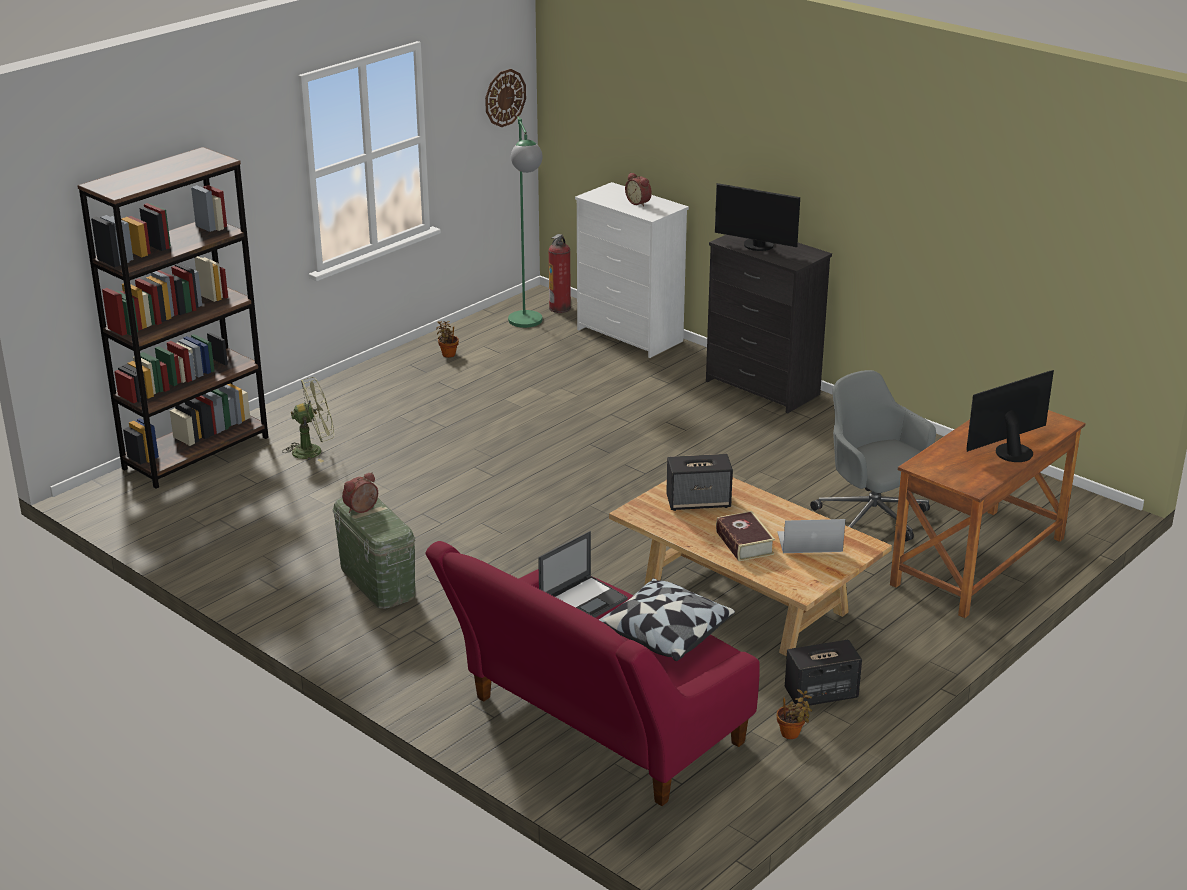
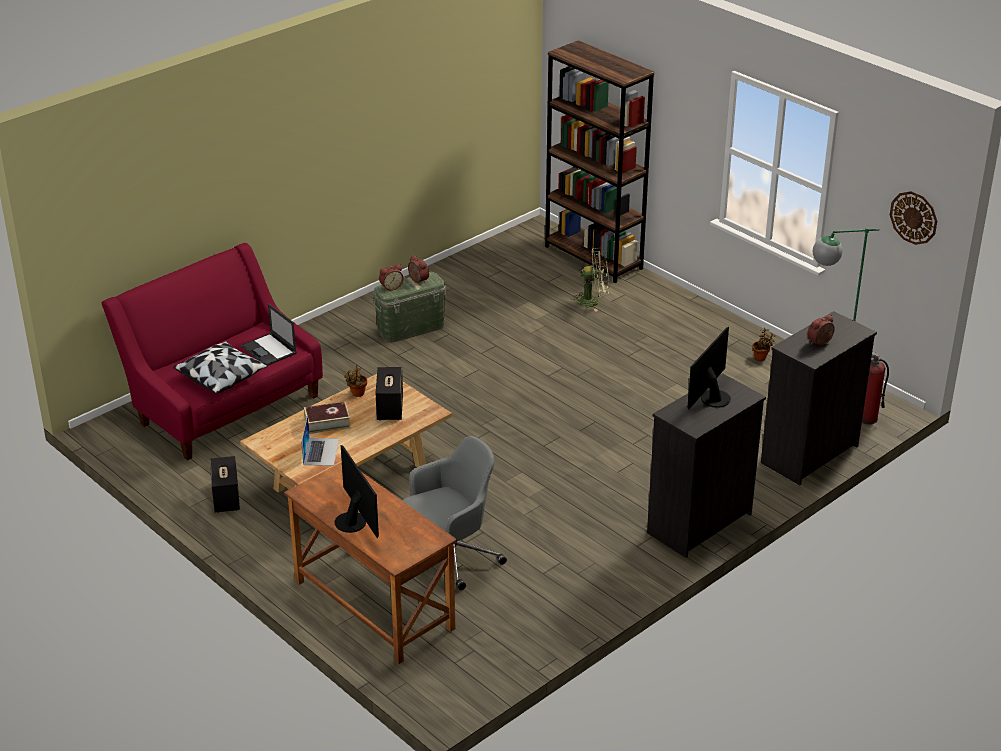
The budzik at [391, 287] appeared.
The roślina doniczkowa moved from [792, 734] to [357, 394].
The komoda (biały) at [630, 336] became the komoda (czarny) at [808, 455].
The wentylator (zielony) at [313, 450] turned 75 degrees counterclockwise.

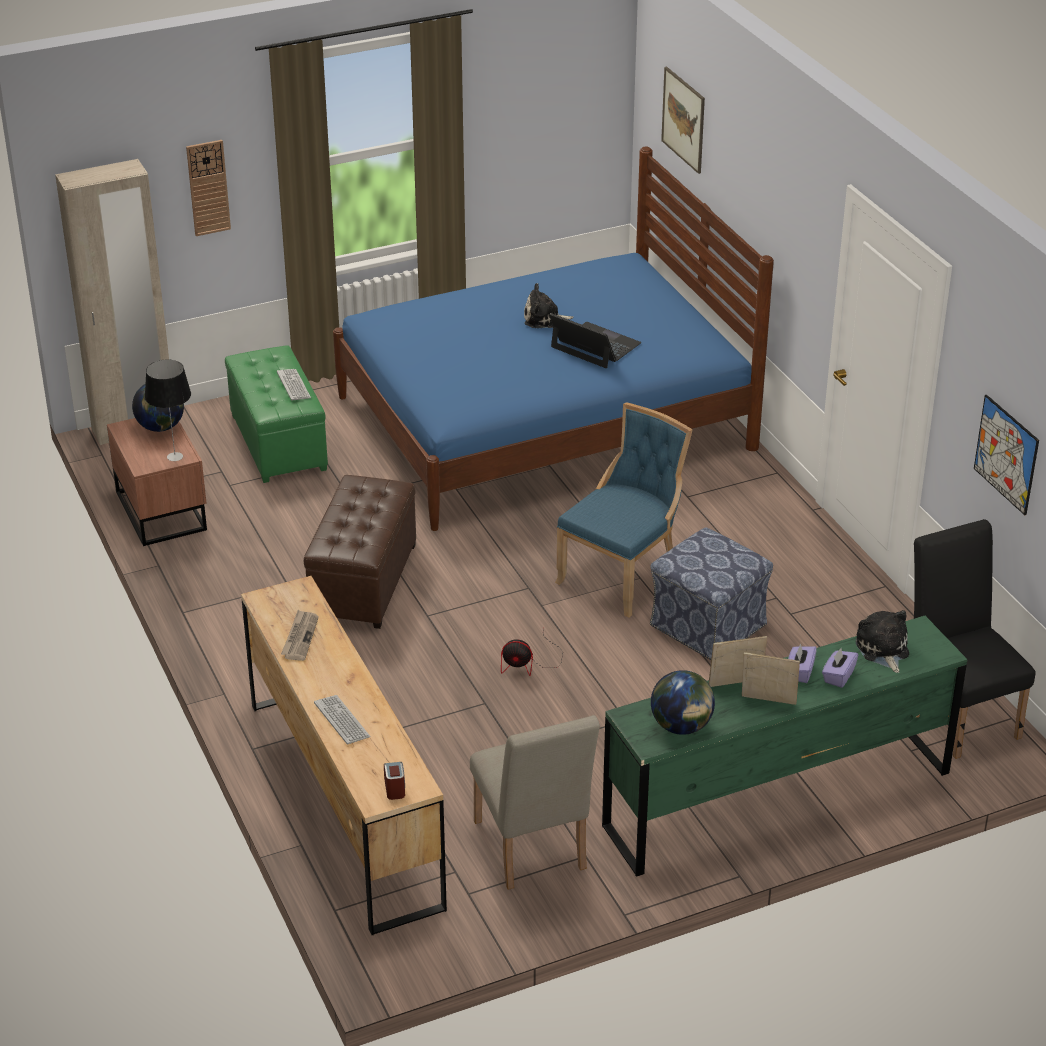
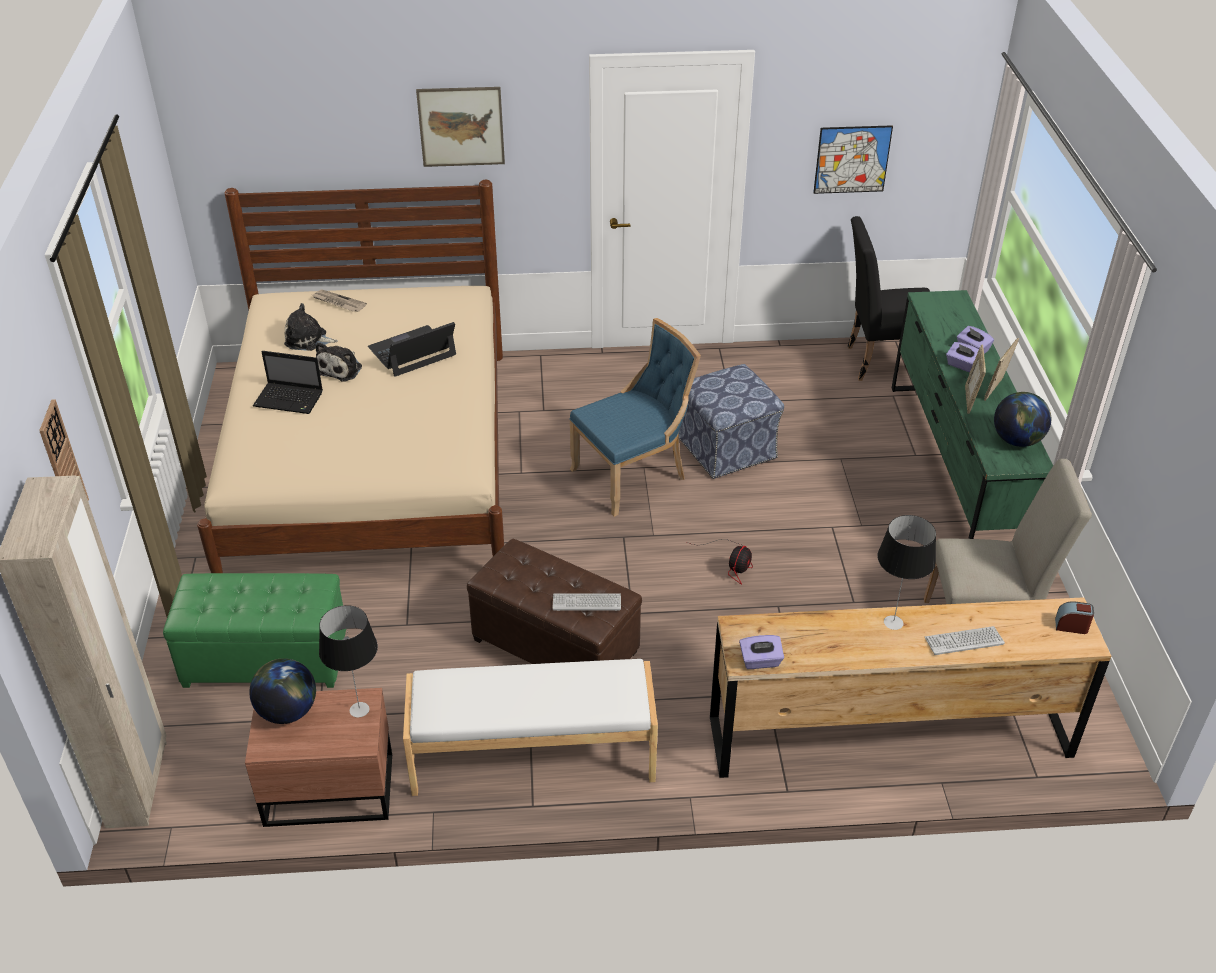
The laptop at [290, 399] appeared.
The ławka (biały) at [533, 757] appeared.
The pudełko chusteczek (fioletowy) at [760, 661] appeared.
The lampa stołowa at [893, 623] appeared.
The klawiatura moved from [293, 385] to [586, 602].
The gazeta moved from [300, 637] to [338, 302].
The obraz moved from [683, 119] to [461, 126].
The pluszak moved from [882, 650] to [308, 340].
The łóżko (niebieski) at [543, 423] became the łóżko (beżowy) at [372, 462].
The krzesło (niebieski) at [623, 574] turned 90 degrees clockwise.

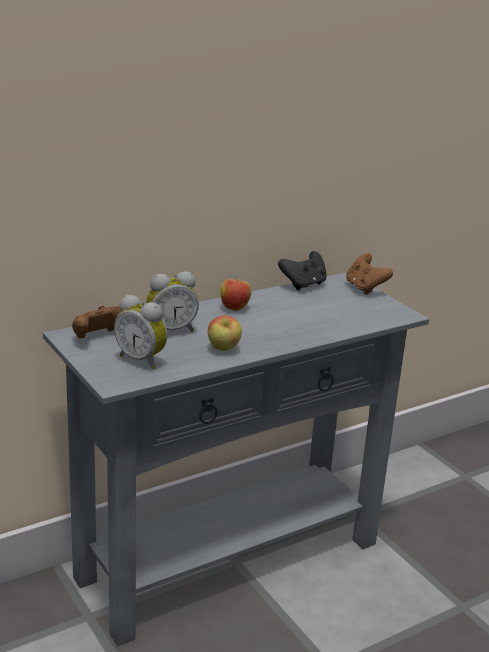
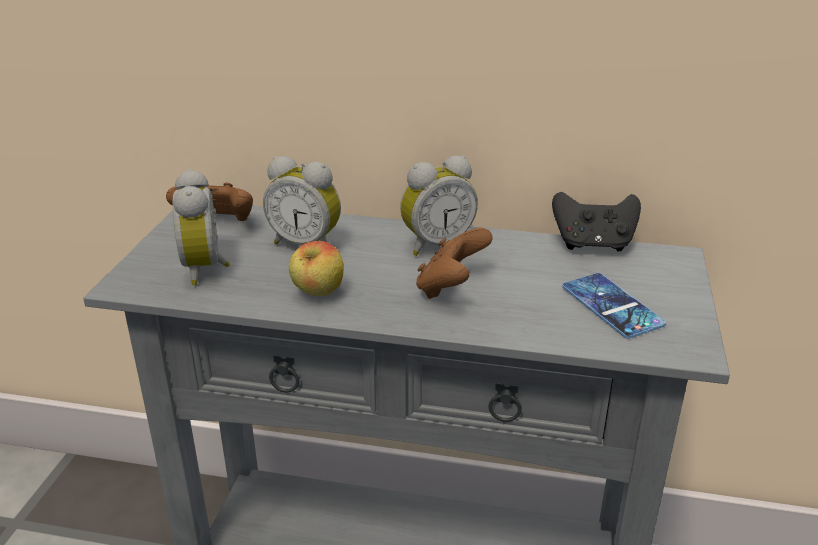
The telefon at [612, 306] appeared.
The pad do gier (brązowy) moved from [365, 288] to [451, 288].
The jabłko at [234, 308] was replaced by the budzik at [436, 244].

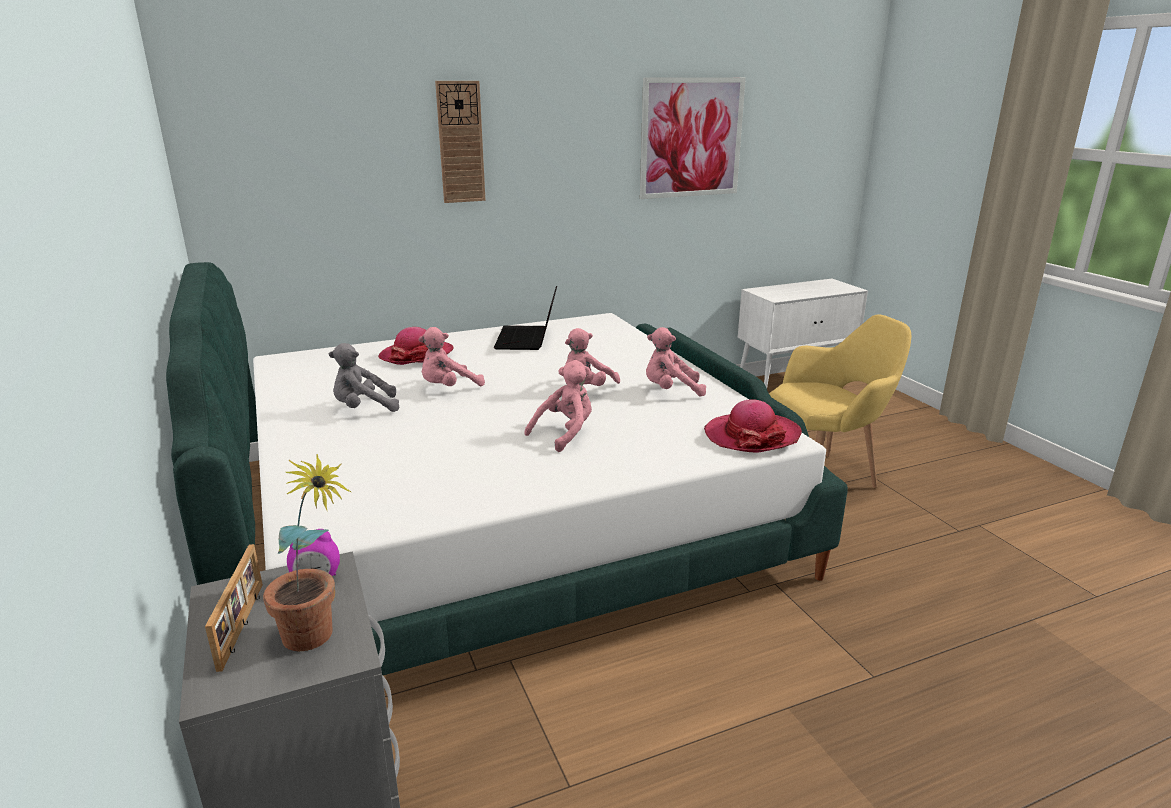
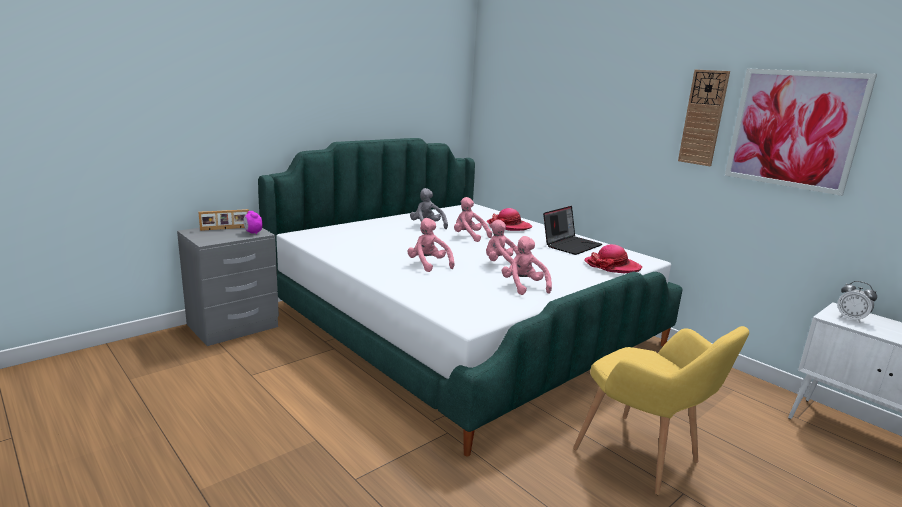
The roślina doniczkowa at [318, 640] disappeared.
The budzik at [851, 319] appeared.
The zegar ścienny moved from [460, 142] to [703, 118].
The kapelusz moved from [752, 435] to [612, 266].
The laptop at [528, 339] turned 150 degrees clockwise.
The pluszak (różowy) at [565, 434] turned 150 degrees counterclockwise.

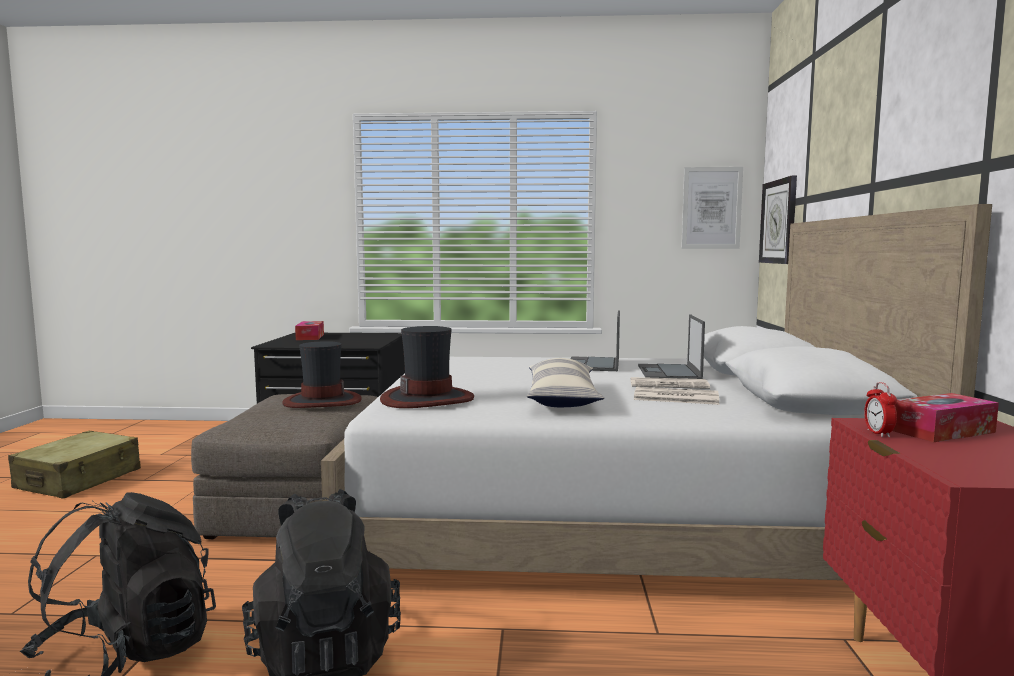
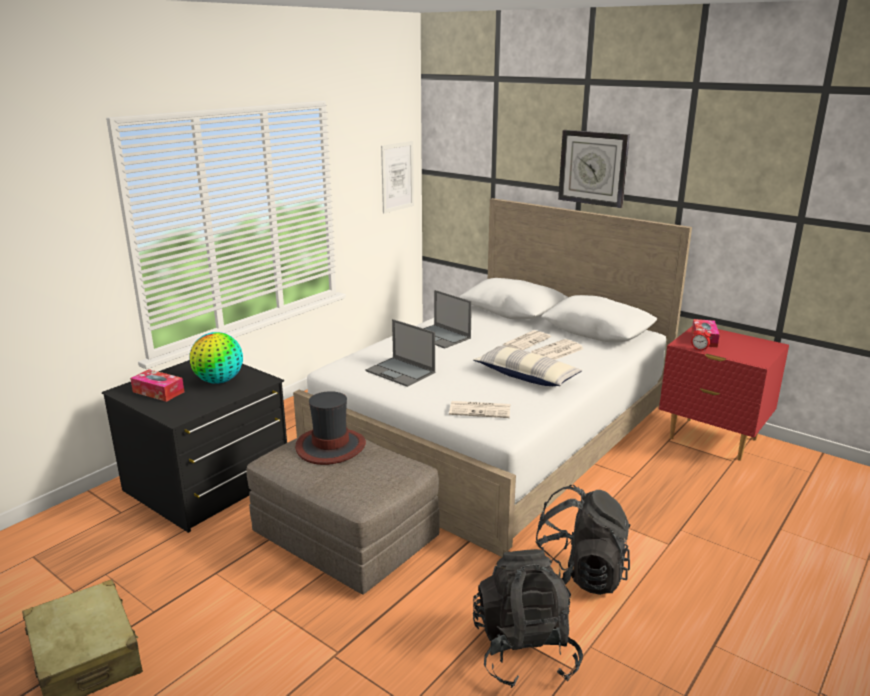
The globus at [219, 381] appeared.
The laptop moved from [669, 372] to [401, 372].
The zegar ścienny moved from [779, 222] to [593, 168].
The kapelusz at [428, 399] was replaced by the gazeta at [481, 410].

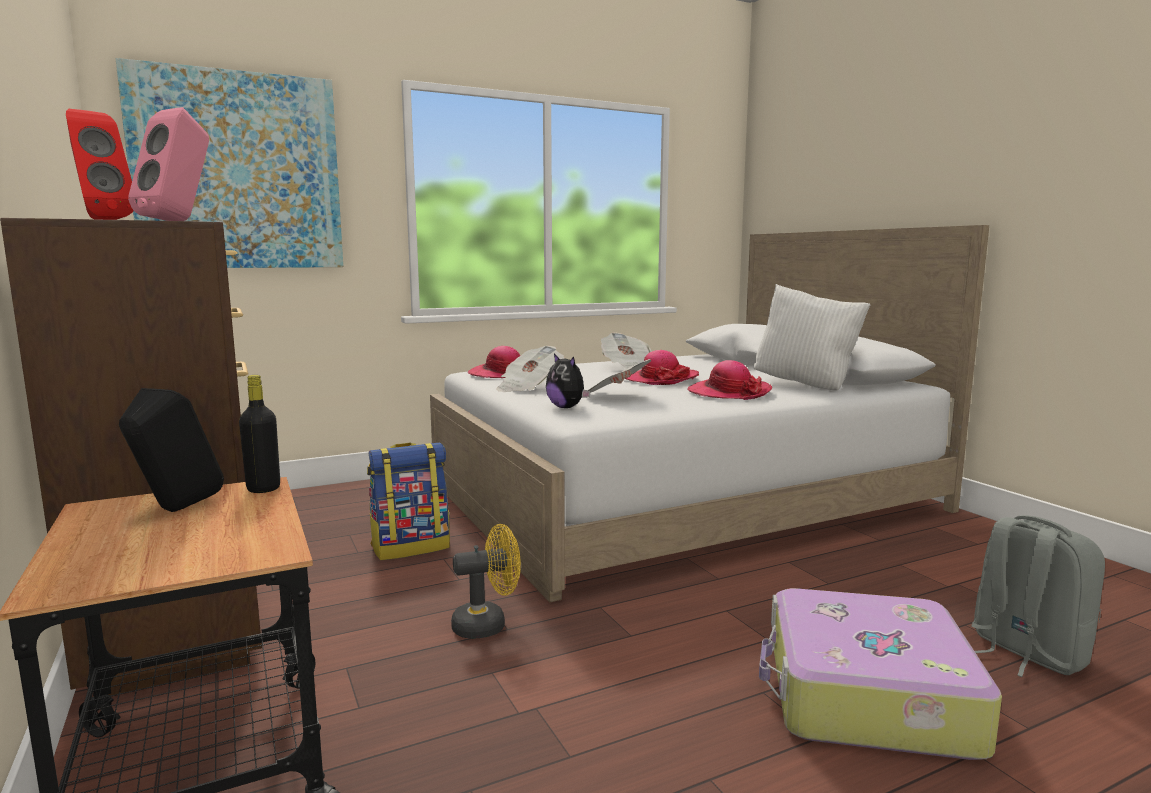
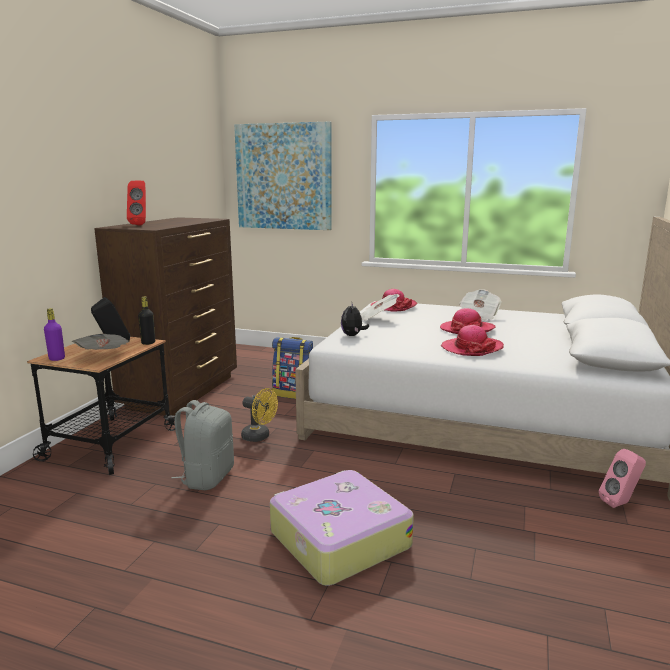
The poduszka (biały) at [806, 385] disappeared.
The butelka (fioletowy) at [57, 359] appeared.
The głośnik (różowy) moved from [179, 222] to [620, 503].
The gazeta moved from [615, 397] to [104, 356].
The plecak (szary) moved from [1025, 652] to [207, 477].

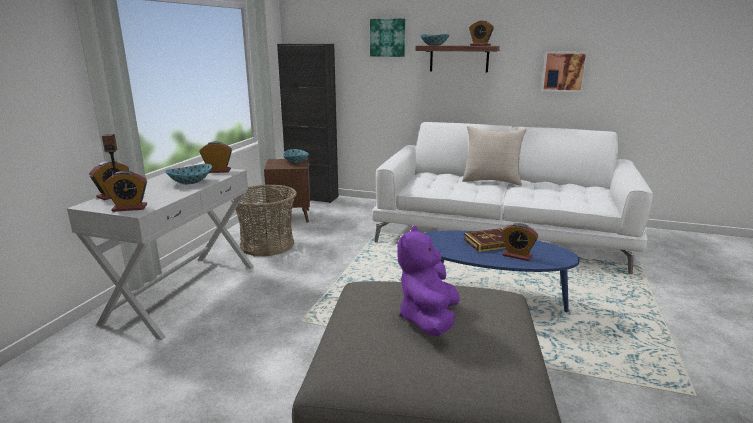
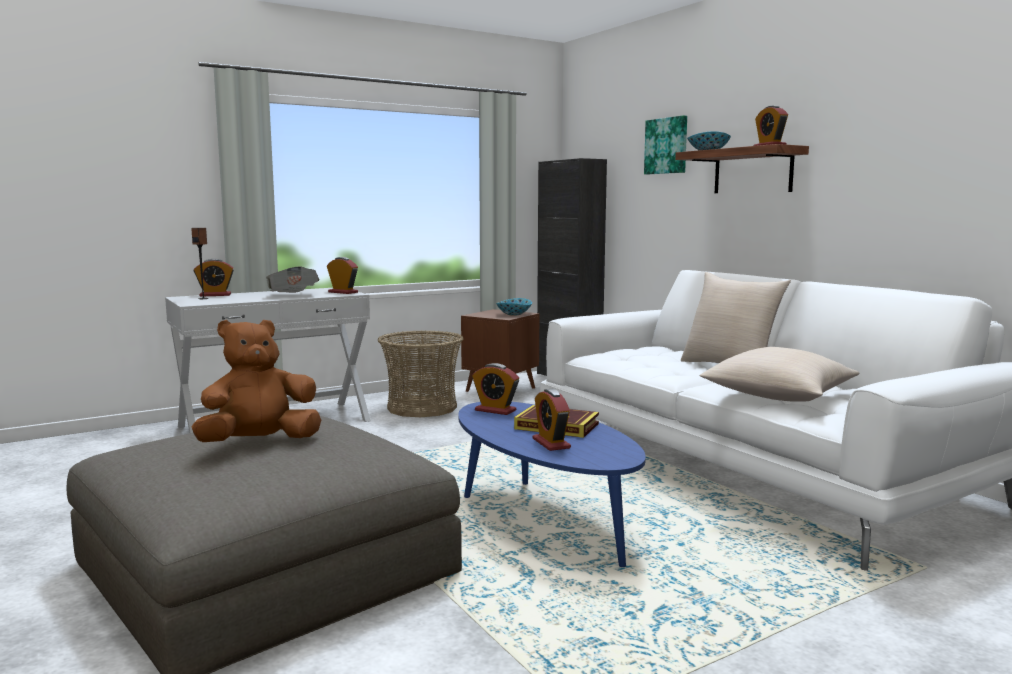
The obraz at [564, 71] disappeared.
The poduszka (beżowy) at [778, 396] appeared.
The budzik moved from [129, 208] to [495, 410].
The miska at [190, 182] was replaced by the gazeta at [293, 295].
The pluszak (fioletowy) at [428, 319] became the pluszak (brązowy) at [259, 443].

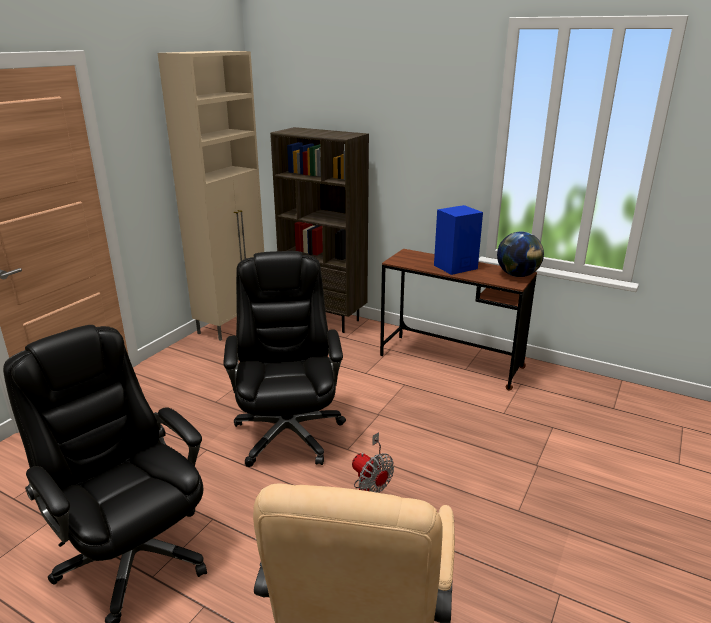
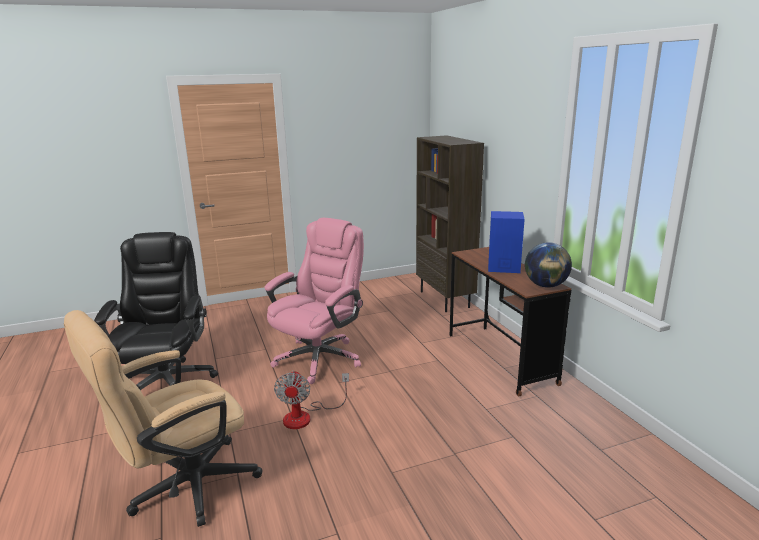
The szafka (beżowy) at [233, 323] disappeared.
The krzesło biurowe (czarny) at [288, 432] became the krzesło biurowe (różowy) at [320, 358].

